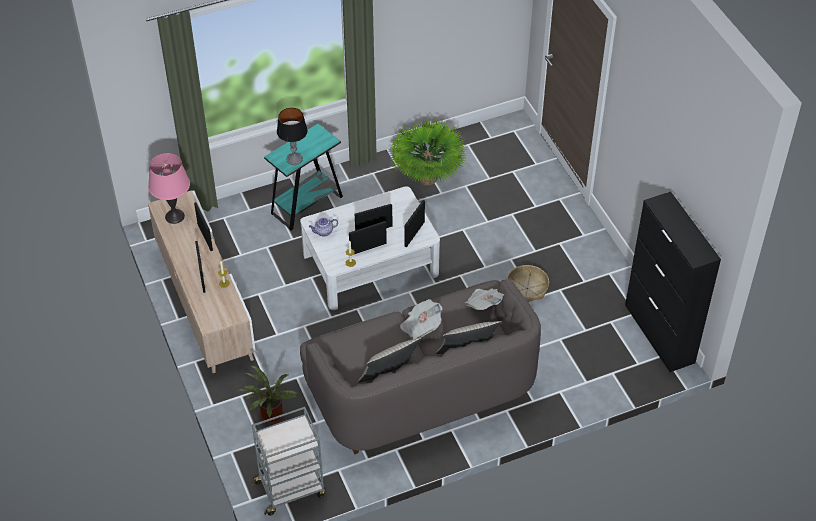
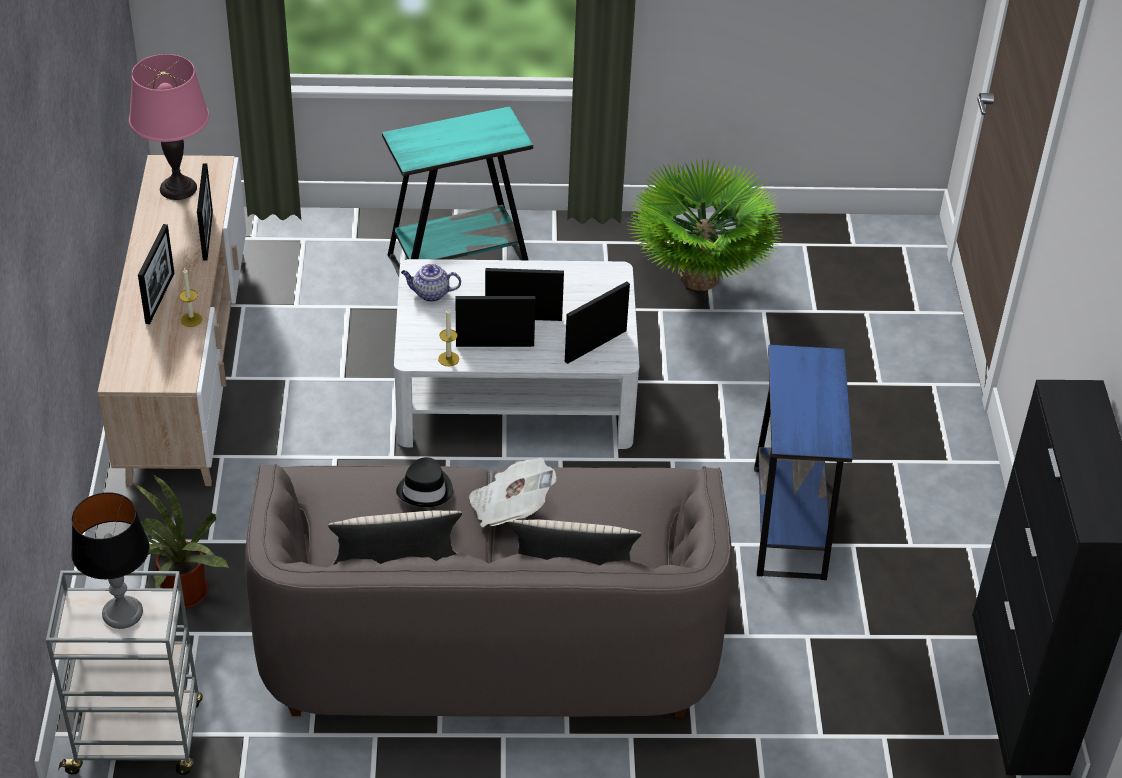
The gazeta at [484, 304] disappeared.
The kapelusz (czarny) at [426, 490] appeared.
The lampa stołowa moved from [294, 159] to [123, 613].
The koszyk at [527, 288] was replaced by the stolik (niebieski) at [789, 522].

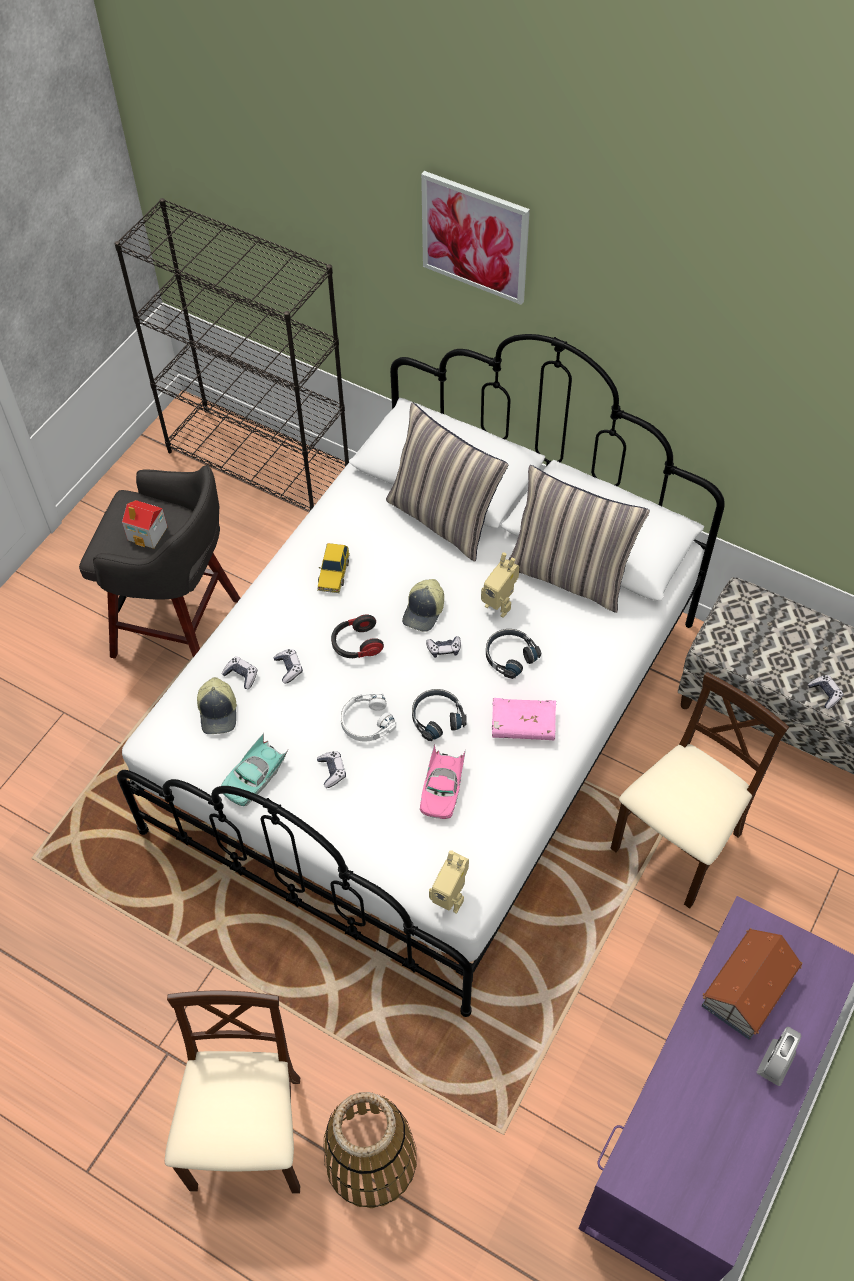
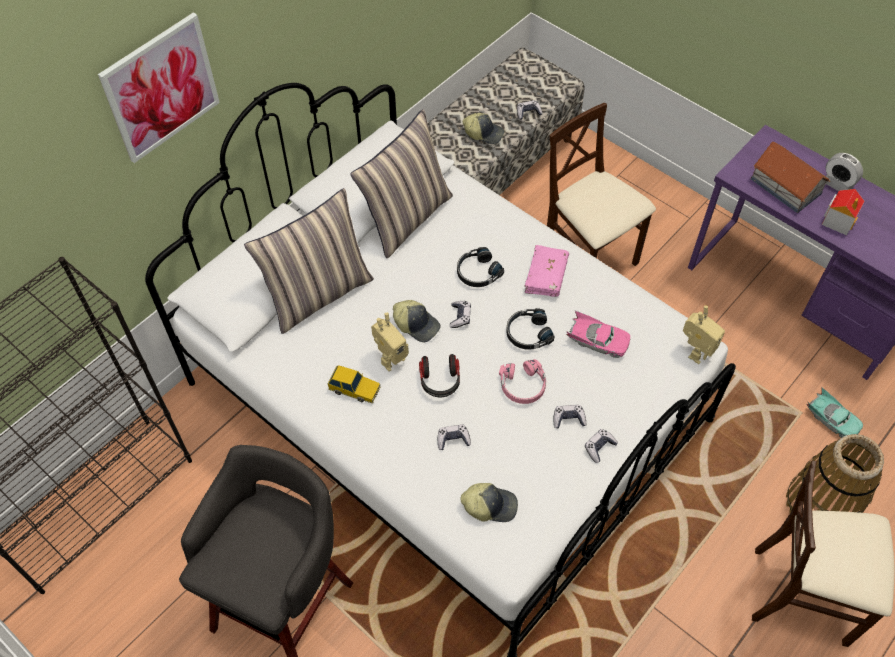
The czapka z daszkiem at [484, 133] appeared.
The domek moved from [148, 533] to [838, 221].
The pad do gier moved from [241, 675] to [599, 447].
The samochodzik (turkusowy) moved from [254, 777] to [832, 419].
The robot zabawkowy moved from [500, 604] to [390, 359].
The słuchawki (biały) at [366, 722] became the słuchawki (różowy) at [523, 386].

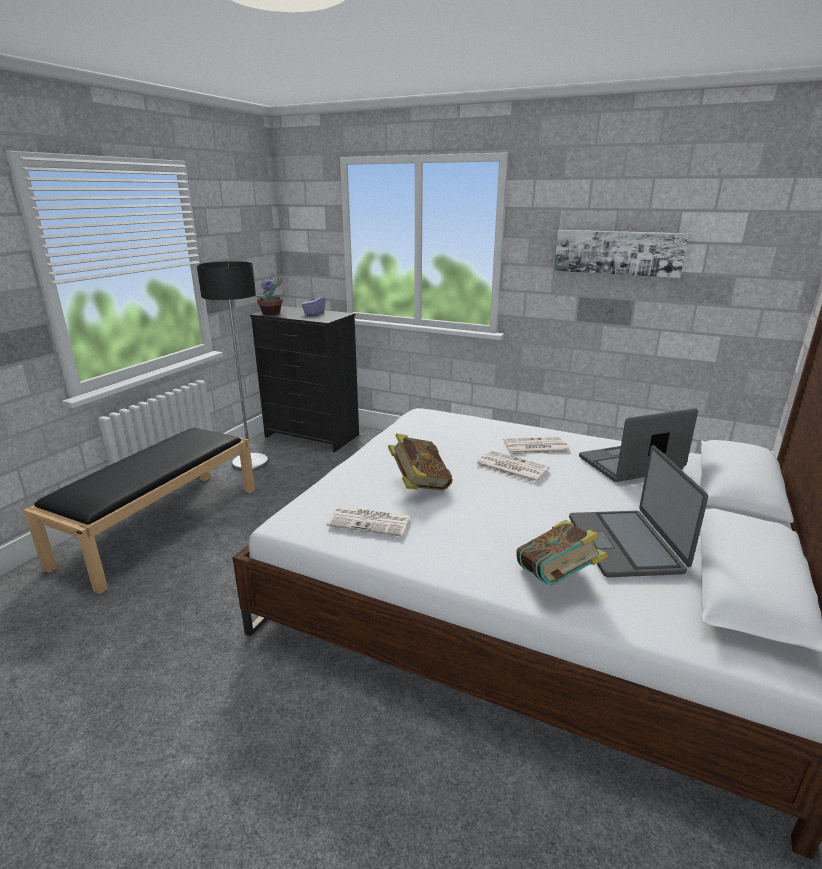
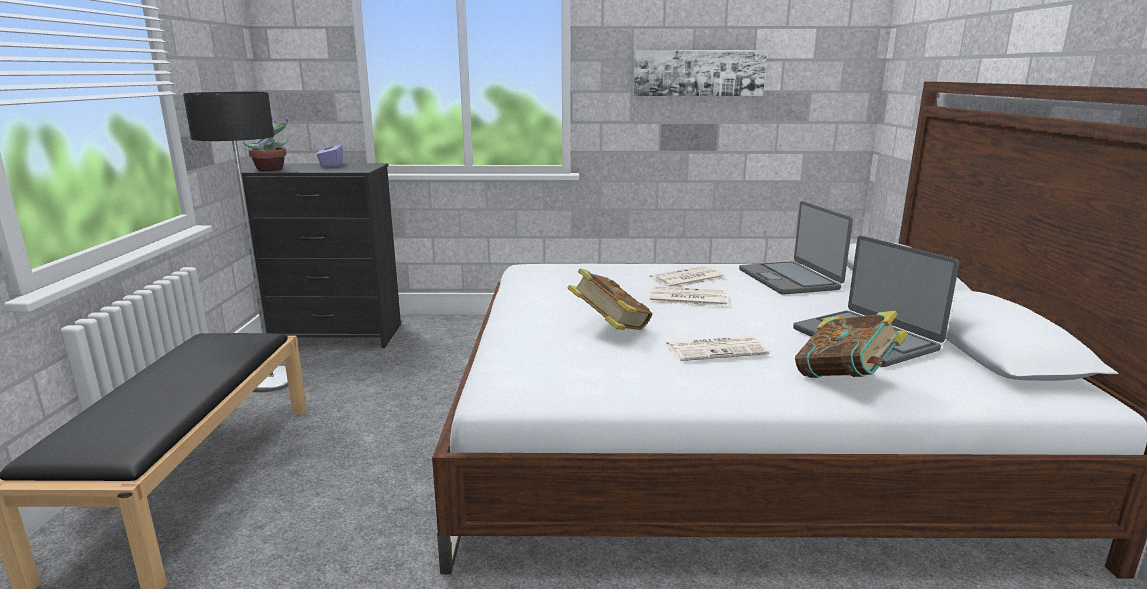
The gazeta moved from [371, 521] to [716, 349].
The laptop at [631, 464] turned 60 degrees counterclockwise.

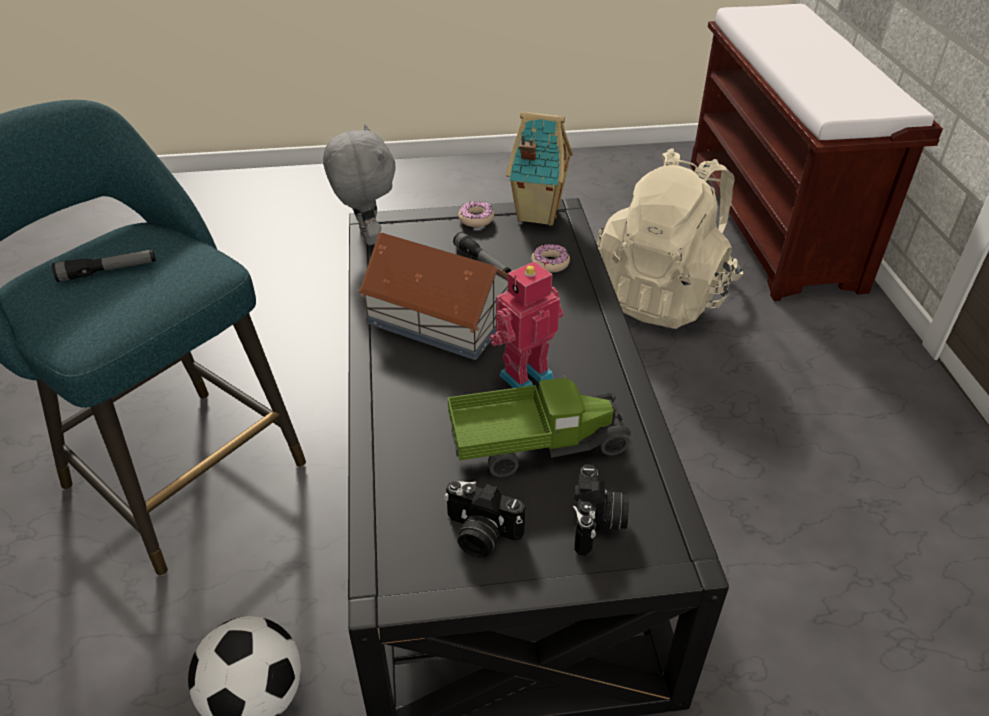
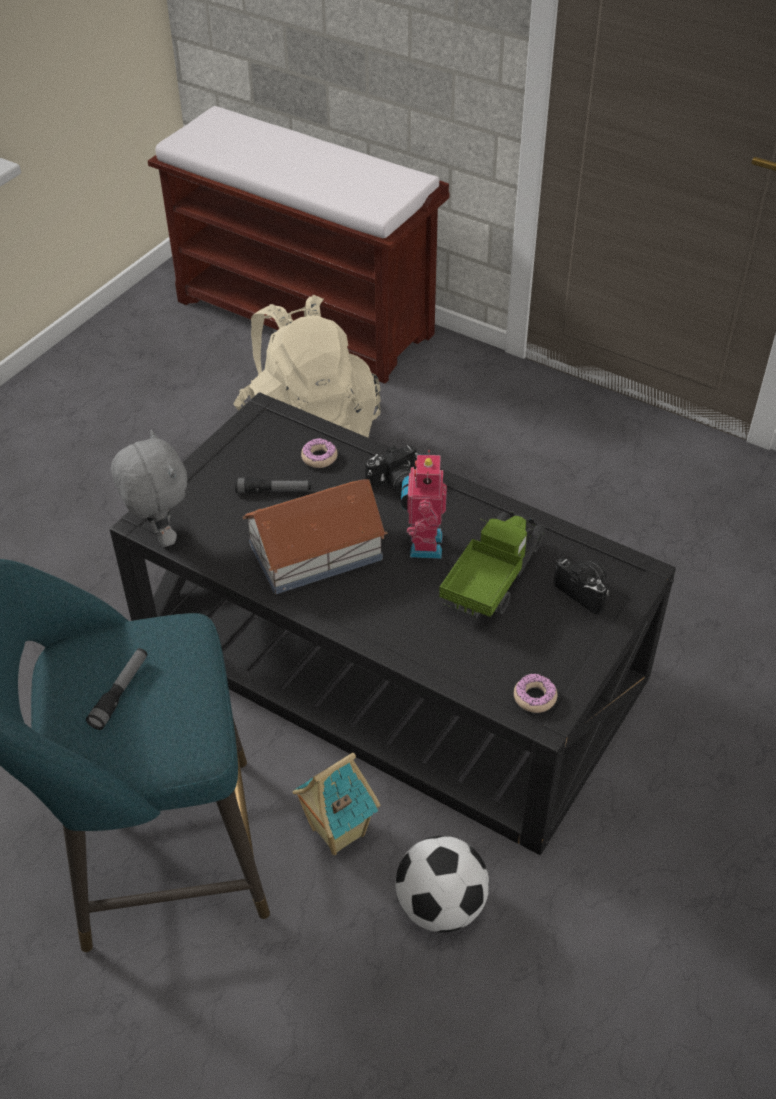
The aparat fotograficzny moved from [480, 534] to [395, 483].
The donut moved from [476, 219] to [534, 697].
The domek moved from [536, 214] to [336, 832].
The pluszak (szary) at [366, 237] turned 45 degrees clockwise.

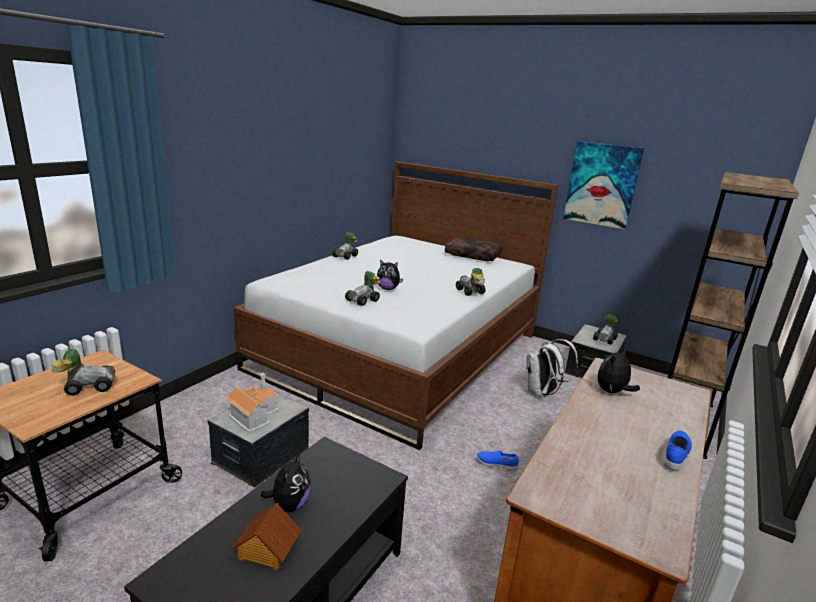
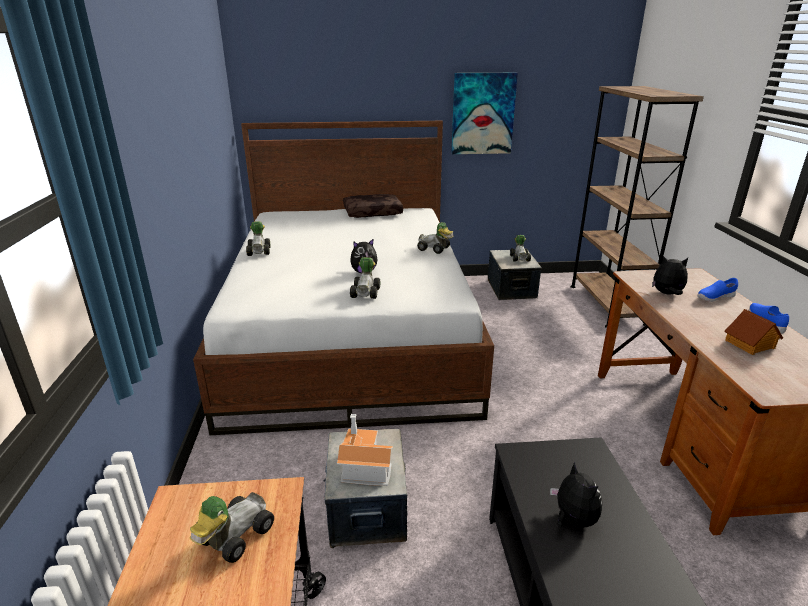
The plecak (biały) at [542, 393] disappeared.
The domek moved from [267, 549] to [750, 344].
The but (niebieski) moved from [496, 465] to [714, 298].
The pluszak at [612, 392] turned 90 degrees clockwise.

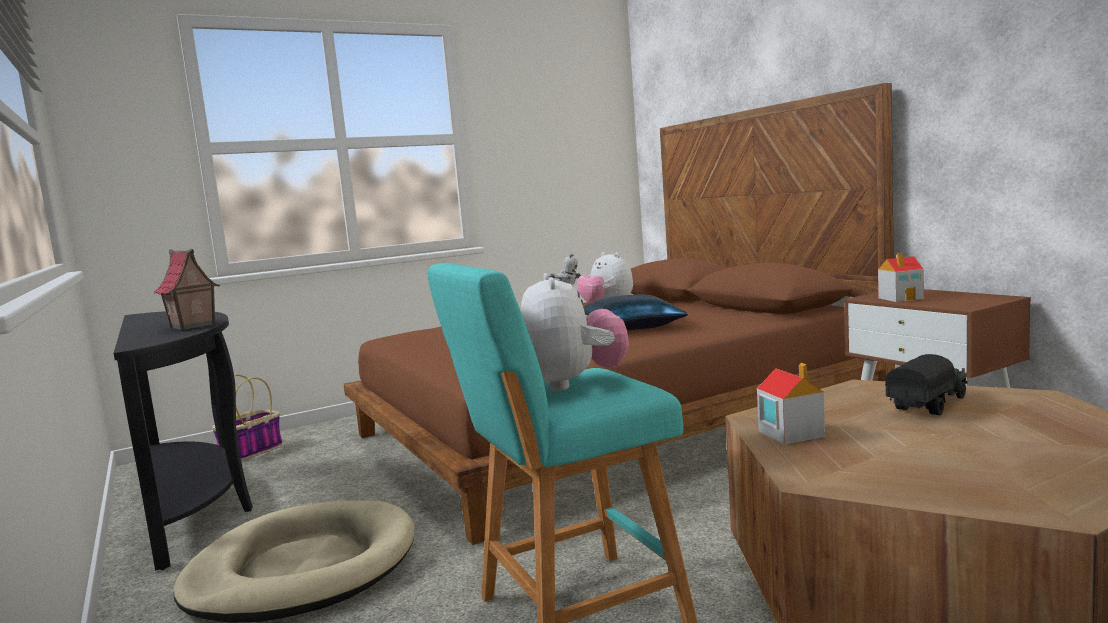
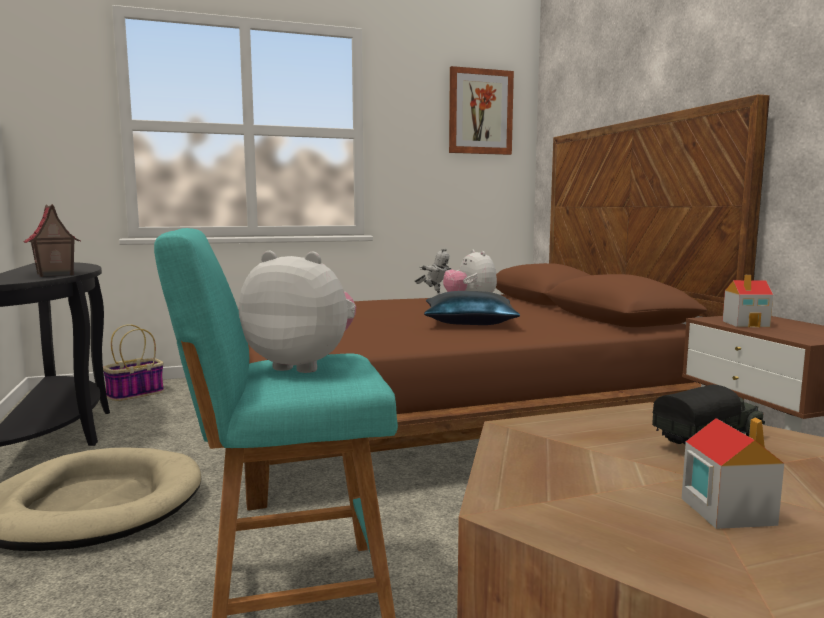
The obraz at [480, 112] appeared.
The domek moved from [790, 433] to [726, 510].
The pluszak at [573, 383] turned 75 degrees counterclockwise.

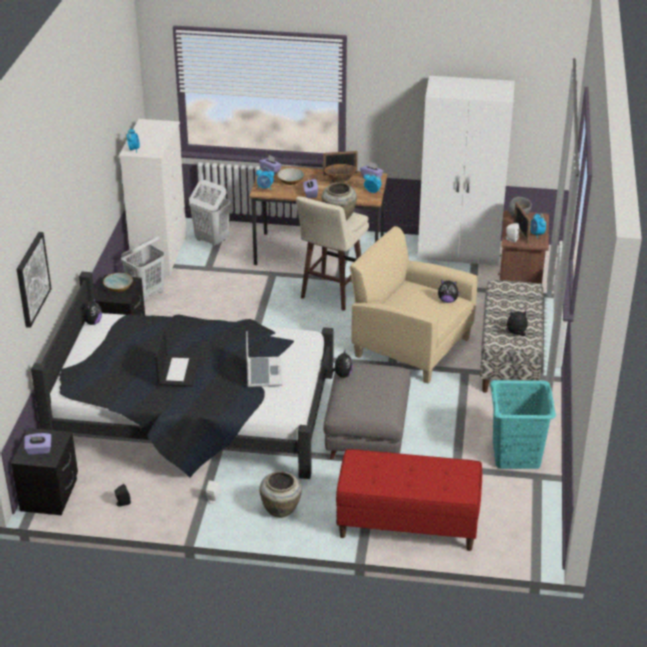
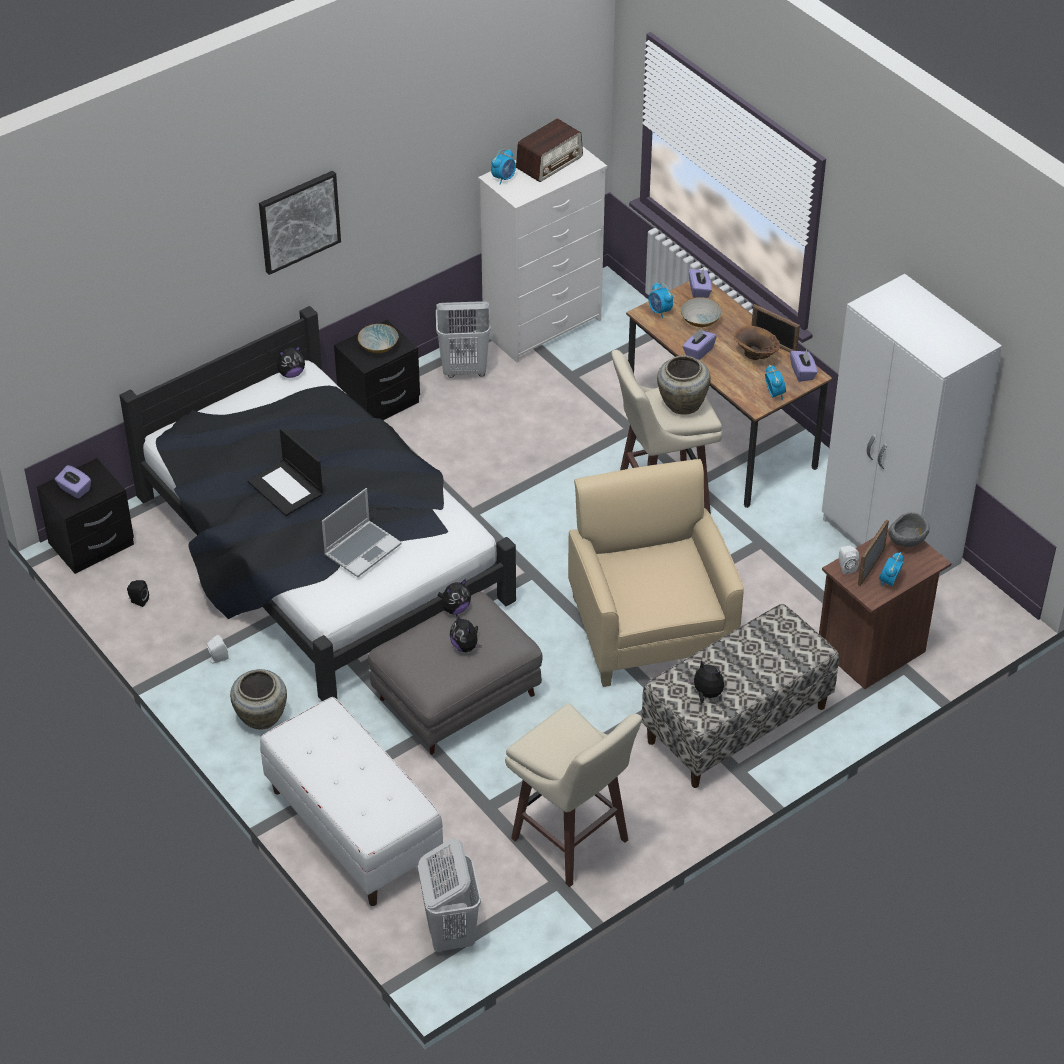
The radio at [549, 162] appeared.
The obraz moved from [32, 279] to [299, 221].
The kosz na pranie (biały) moved from [211, 240] to [450, 932].
The pluszak moved from [447, 301] to [465, 646].
The kosz na pranie (turkusowy) at [516, 455] was replaced by the stołek (beżowy) at [571, 842].
The ławka (czerwony) at [407, 524] became the ławka (biały) at [353, 829].
The laptop at [178, 370] turned 90 degrees clockwise.

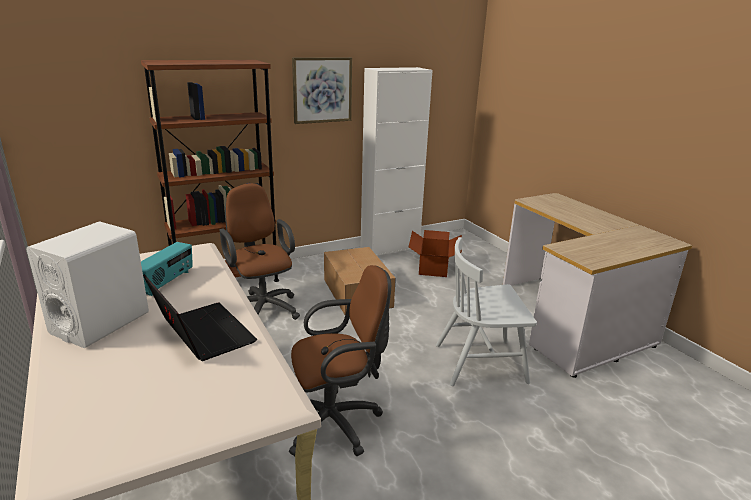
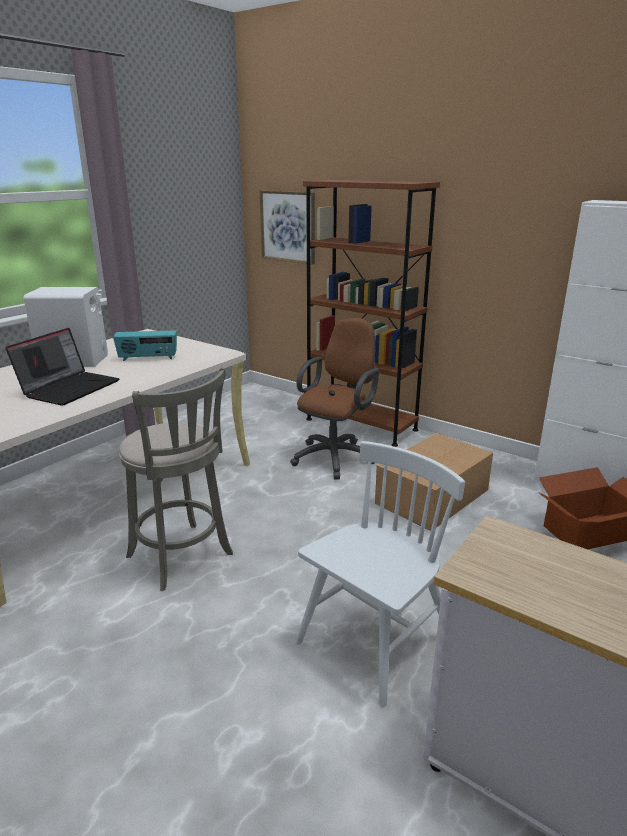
The obraz moved from [322, 90] to [288, 226].
The krzesło biurowe (brązowy) at [336, 423] was replaced by the stołek (szary) at [182, 558].
The krzesło (biały) at [481, 363] turned 75 degrees clockwise.

